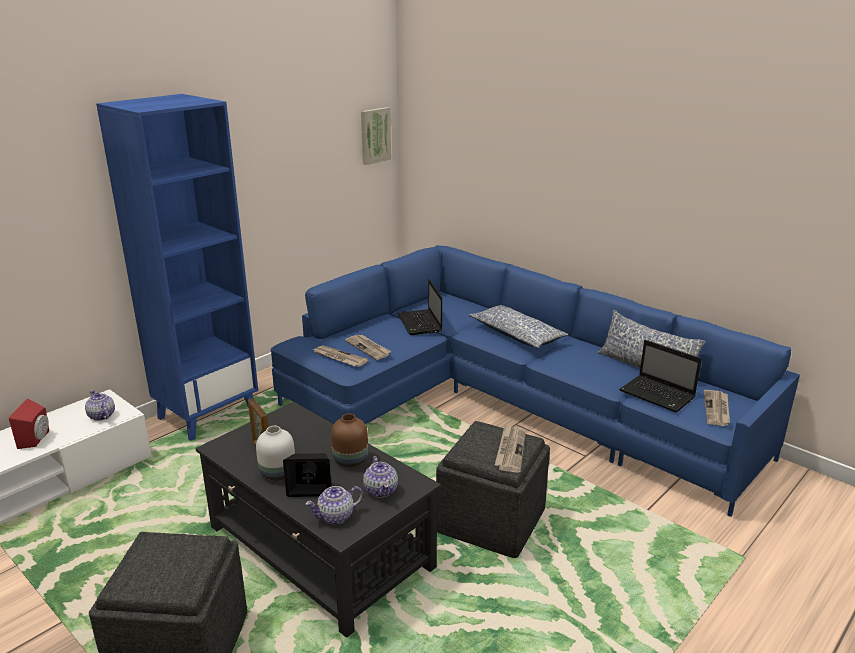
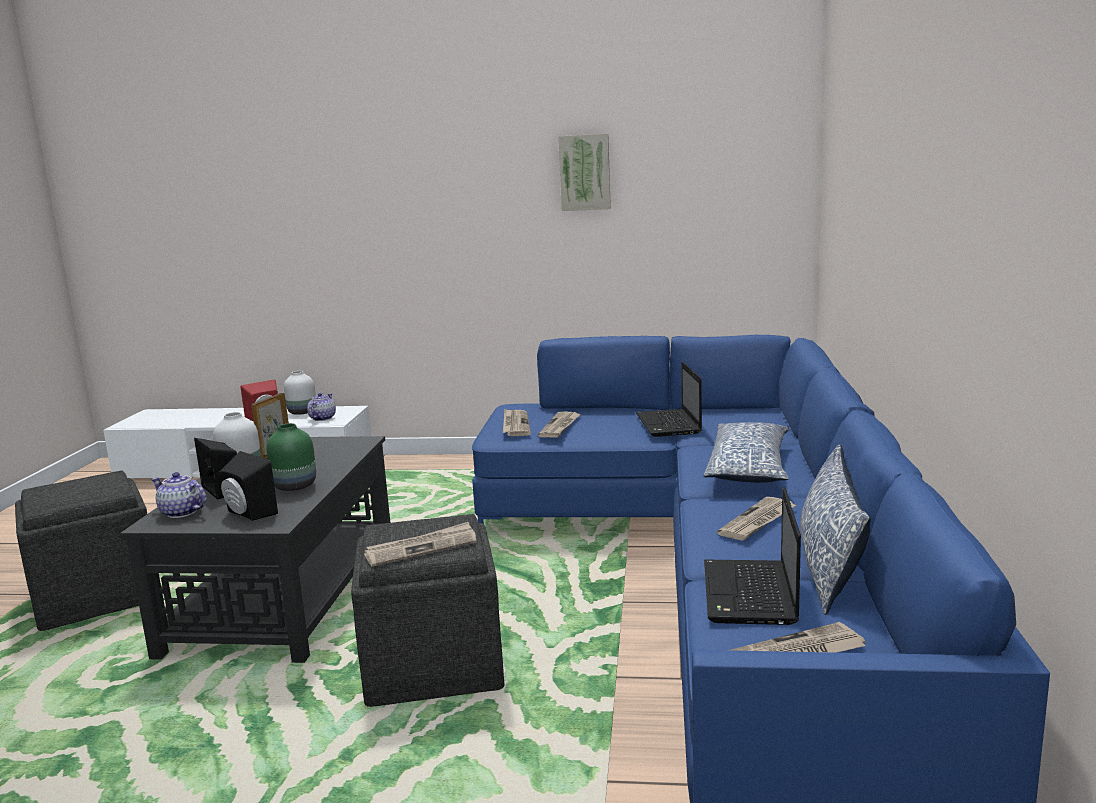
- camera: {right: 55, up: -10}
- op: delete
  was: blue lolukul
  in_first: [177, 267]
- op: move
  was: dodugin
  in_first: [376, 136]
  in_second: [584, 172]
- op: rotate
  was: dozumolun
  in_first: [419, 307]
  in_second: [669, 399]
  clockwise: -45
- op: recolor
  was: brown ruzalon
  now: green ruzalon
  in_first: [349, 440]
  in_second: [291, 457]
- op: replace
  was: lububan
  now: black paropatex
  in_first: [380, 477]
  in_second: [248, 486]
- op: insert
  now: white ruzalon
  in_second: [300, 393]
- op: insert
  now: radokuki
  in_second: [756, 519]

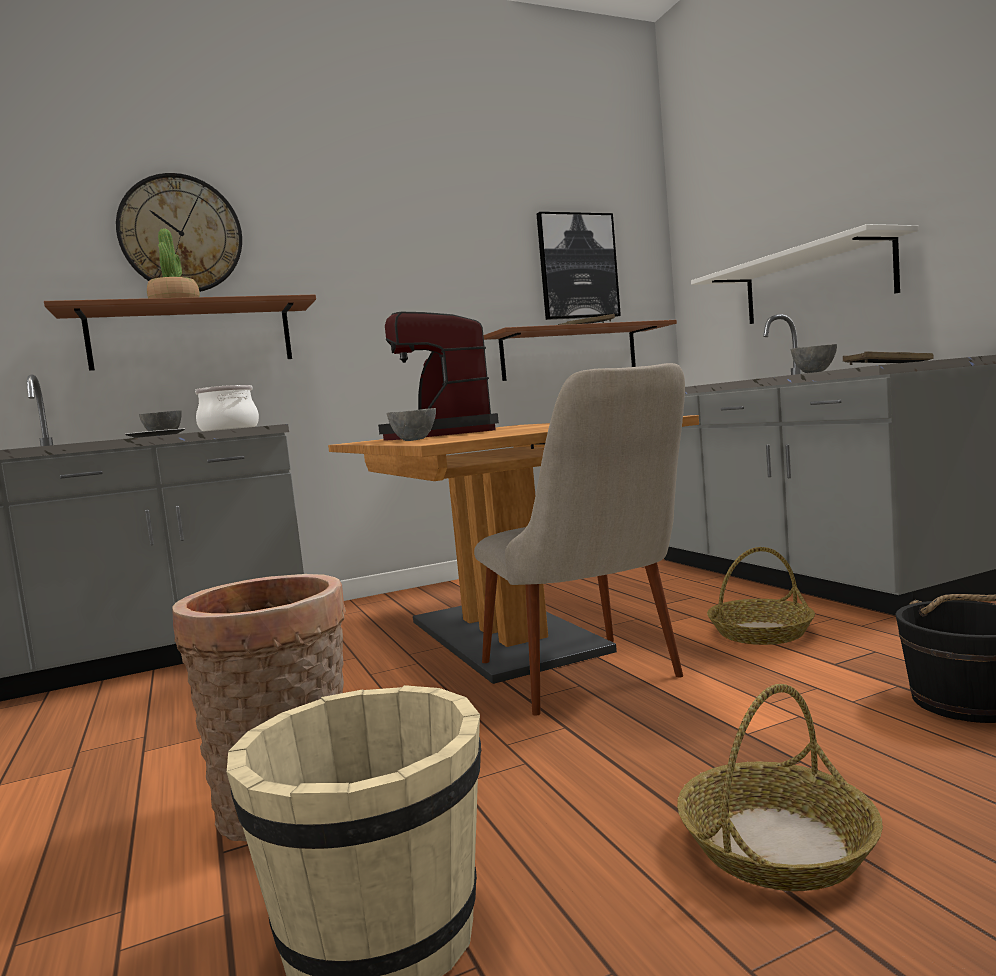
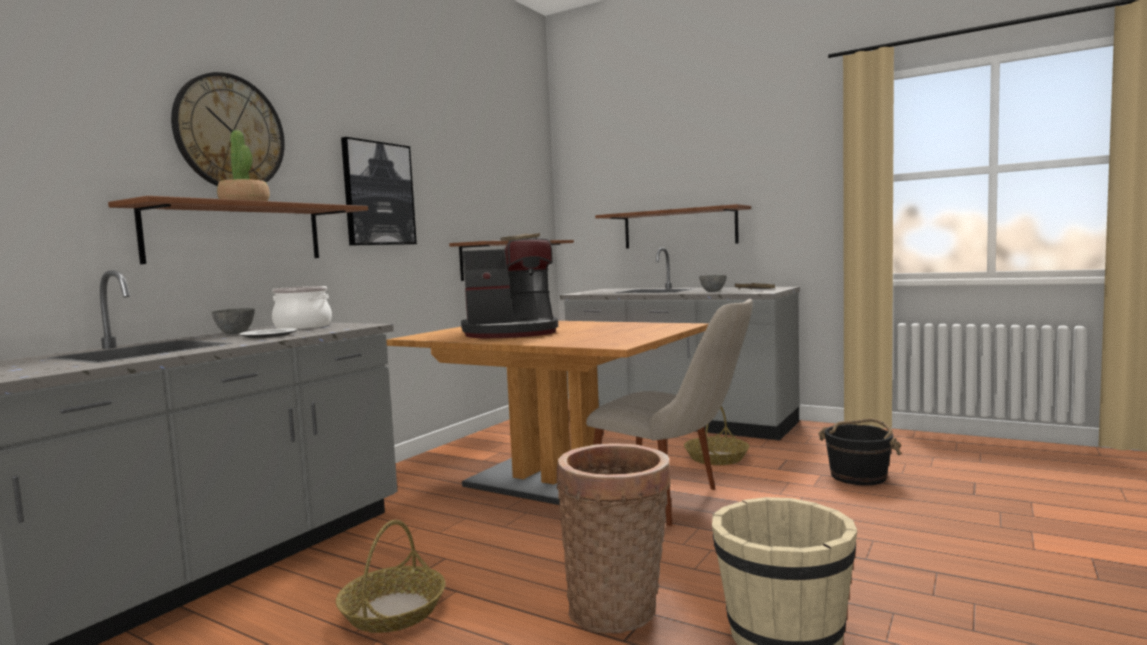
- camera: {right: -35, up: 0}
- op: move
  was: dodugin
  in_first: [579, 266]
  in_second: [379, 191]
- op: recolor
  was: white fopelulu
  now: brown fopelulu
  in_first: [805, 274]
  in_second: [673, 226]
- op: rotate
  was: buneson
  in_first: [438, 376]
  in_second: [509, 288]
  clockwise: -60
- op: delete
  was: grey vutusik
  in_first: [411, 424]
- op: move
  was: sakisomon
  in_first: [780, 787]
  in_second: [391, 576]

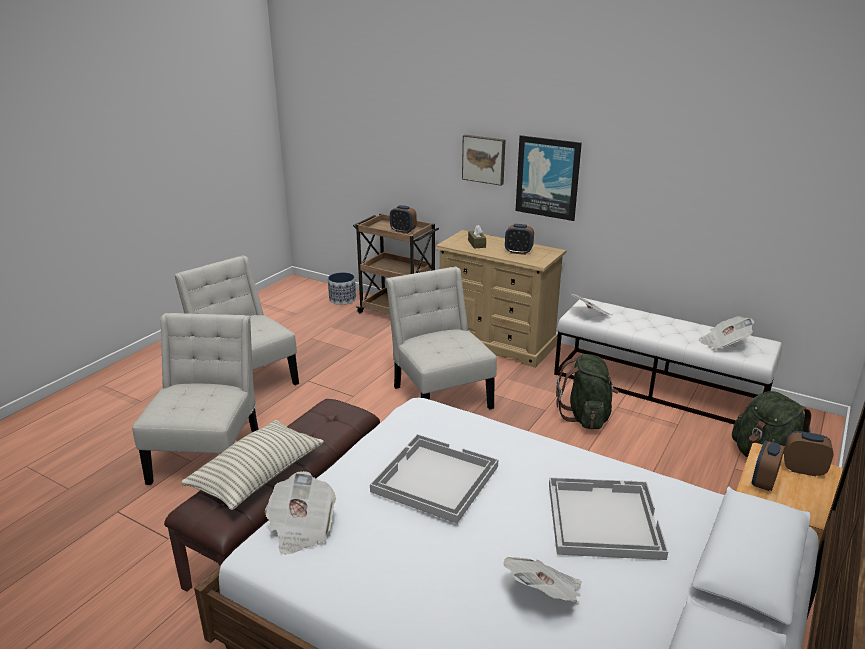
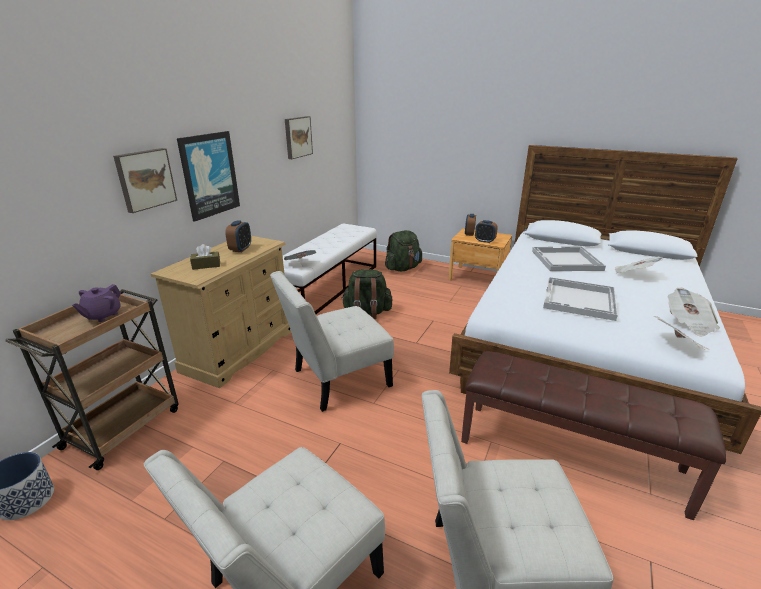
- camera: {right: -95, up: 0}
- op: replace
  was: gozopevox
  now: purple lububan
  in_first: [403, 219]
  in_second: [96, 303]
- op: move
  was: radokuki
  in_first: [727, 333]
  in_second: [694, 312]
- op: delete
  was: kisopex
  in_first: [253, 465]
- op: insert
  now: dodugin
  in_second: [299, 137]

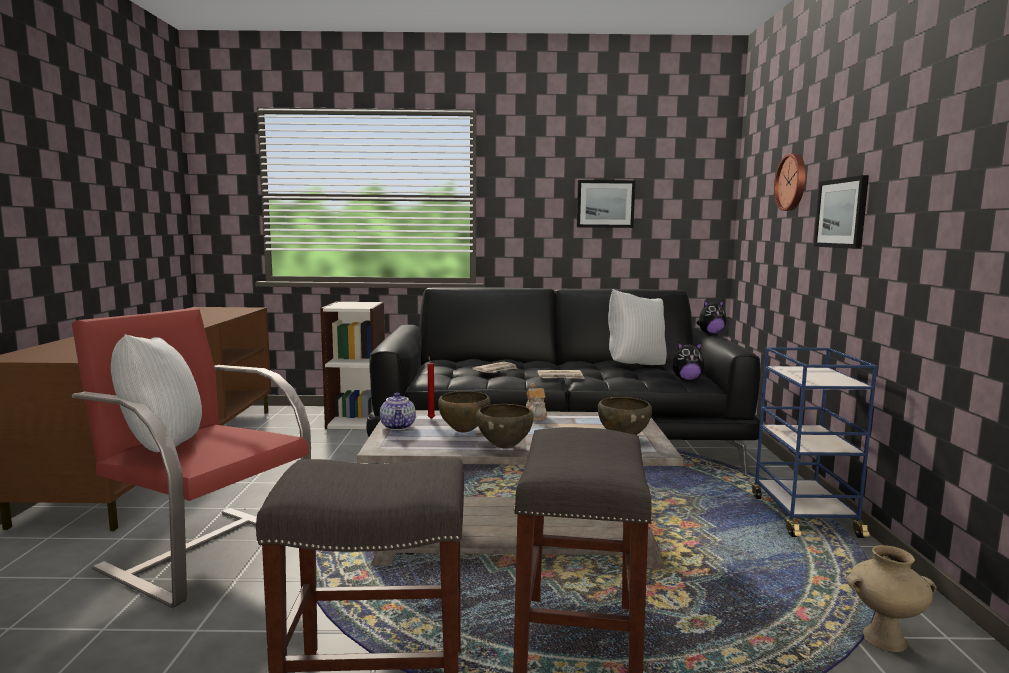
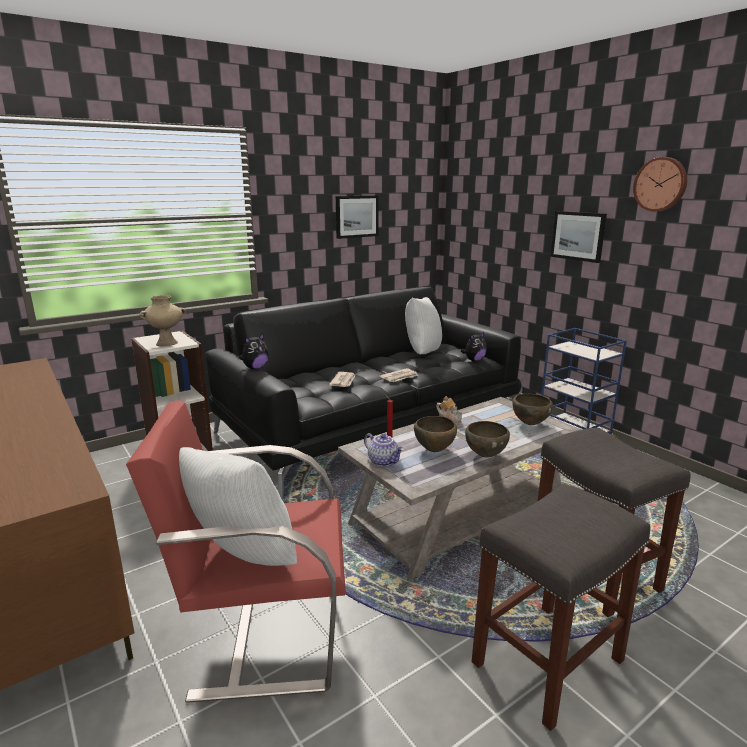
- camera: {right: -35, up: 10}
- op: move
  was: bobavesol
  in_first: [790, 182]
  in_second: [660, 184]
- op: move
  was: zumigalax
  in_first: [711, 317]
  in_second: [254, 352]
- op: move
  was: beige ruzalon
  in_first: [891, 598]
  in_second: [162, 320]

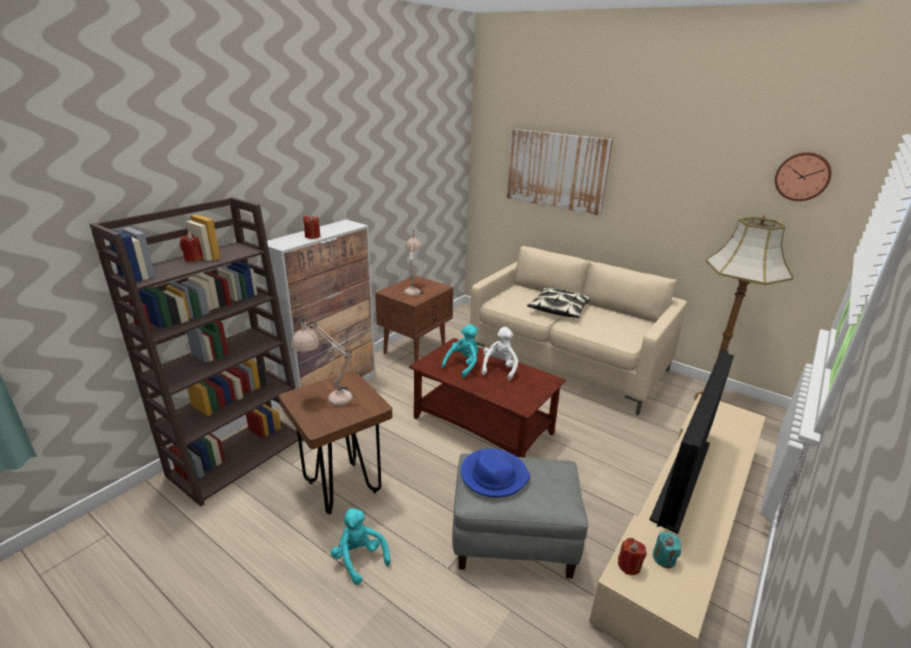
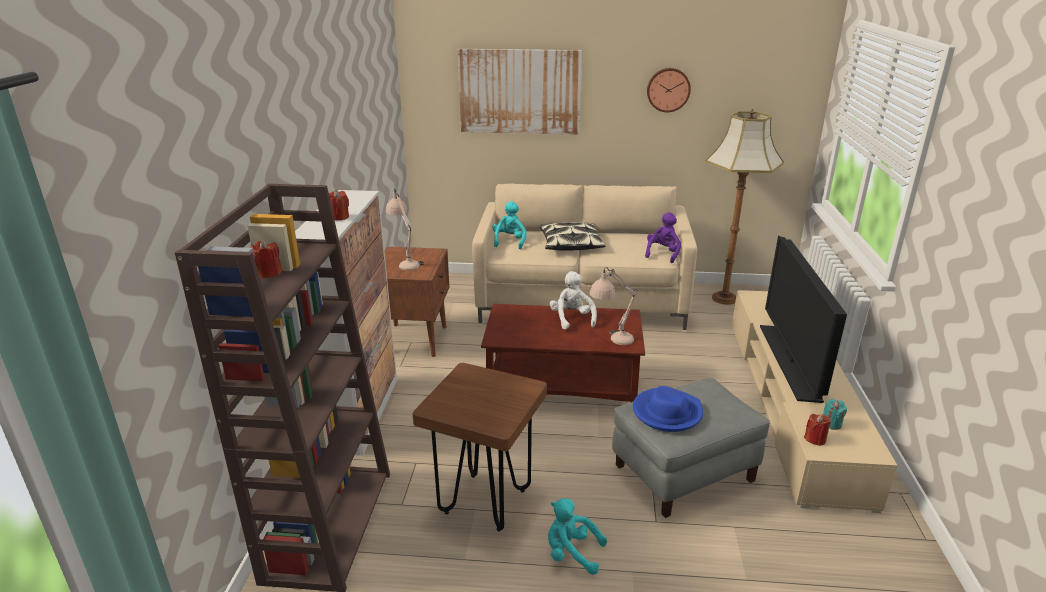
- camera: {right: -30, up: 0}
- op: move
  was: bobavesol
  in_first: [803, 176]
  in_second: [669, 90]
- op: move
  was: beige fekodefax
  in_first: [323, 361]
  in_second: [614, 306]
- op: move
  was: turquoise zumigalax
  in_first: [459, 351]
  in_second: [509, 225]
- op: insert
  now: purple zumigalax
  in_second: [663, 237]

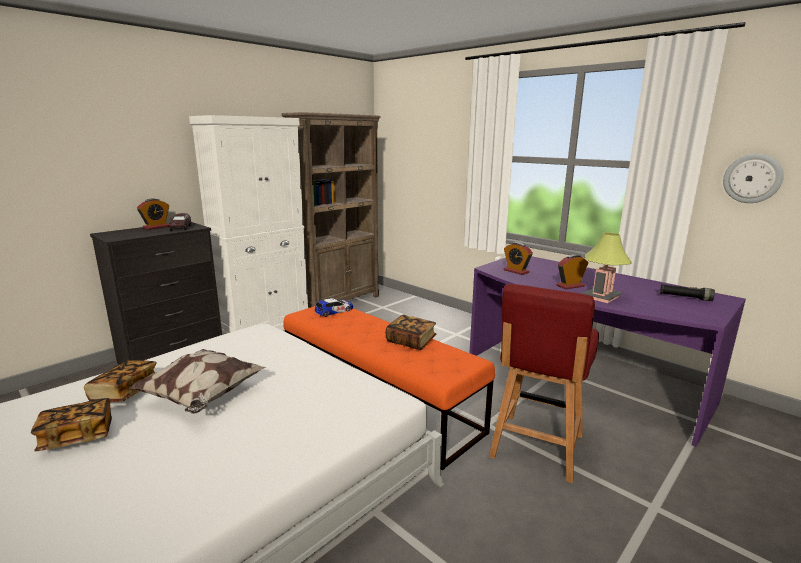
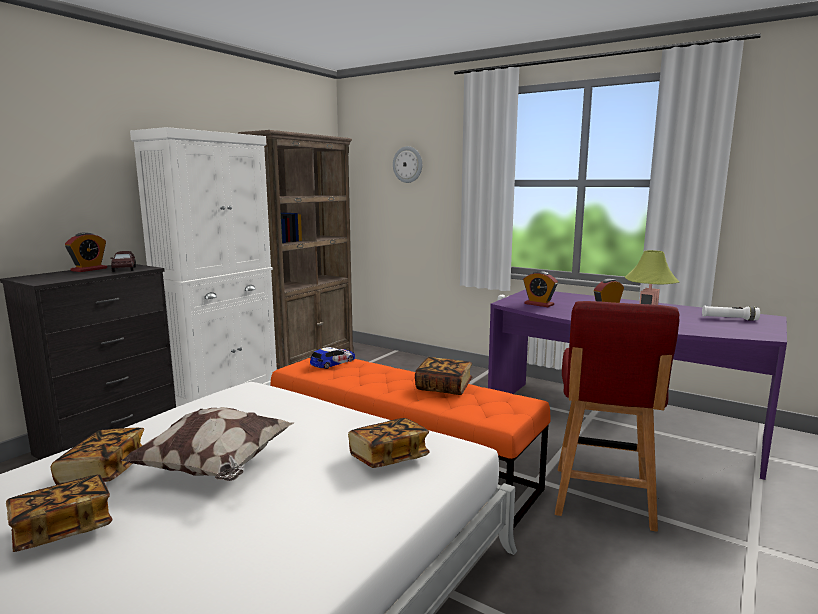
- camera: {right: -10, up: -5}
- op: move
  was: bobavesol
  in_first: [753, 178]
  in_second: [407, 164]
- op: recolor
  was: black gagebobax
  now: white gagebobax
  in_first: [687, 292]
  in_second: [731, 313]
- op: insert
  now: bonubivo
  in_second: [389, 443]

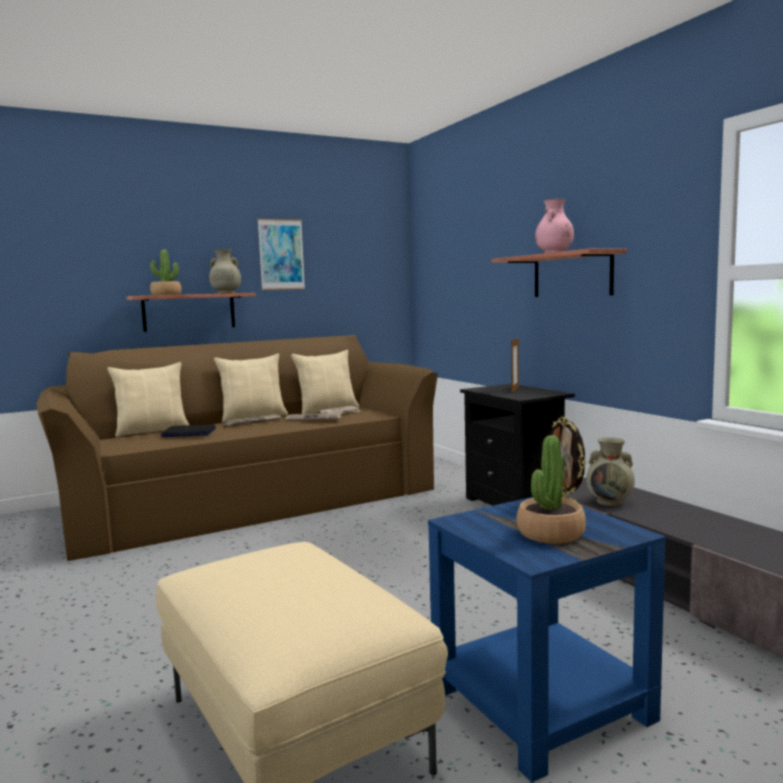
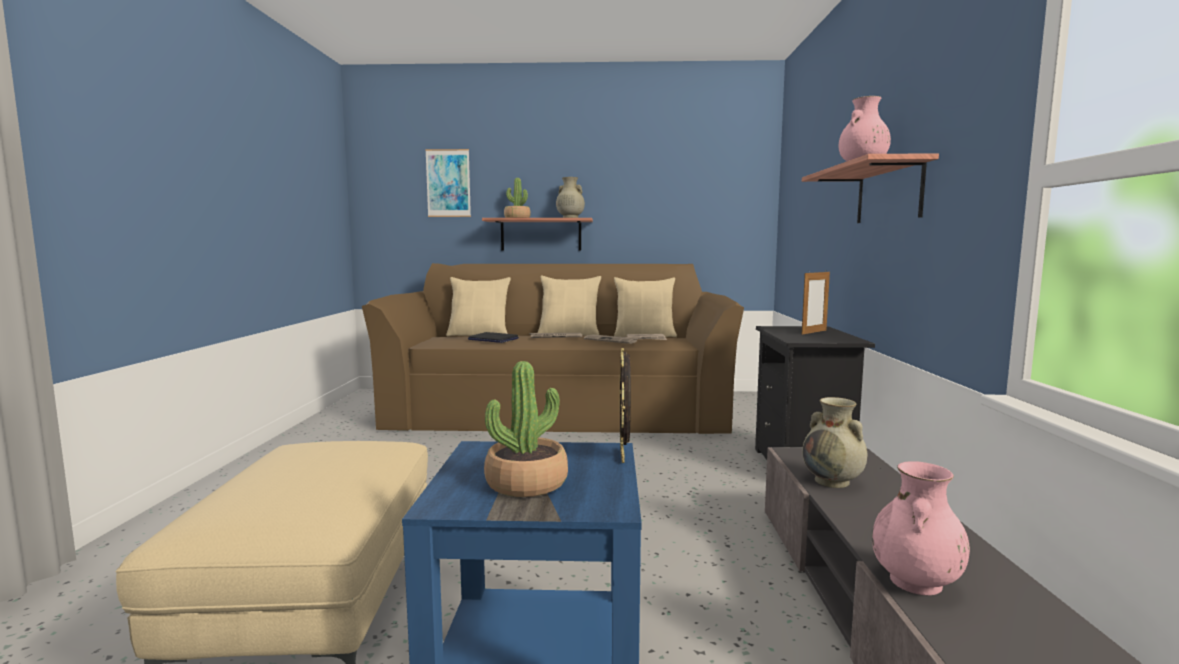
- camera: {right: 30, up: 0}
- op: move
  was: dodugin
  in_first: [281, 254]
  in_second: [448, 183]
- op: insert
  now: pink ruzalon
  in_second: [921, 528]

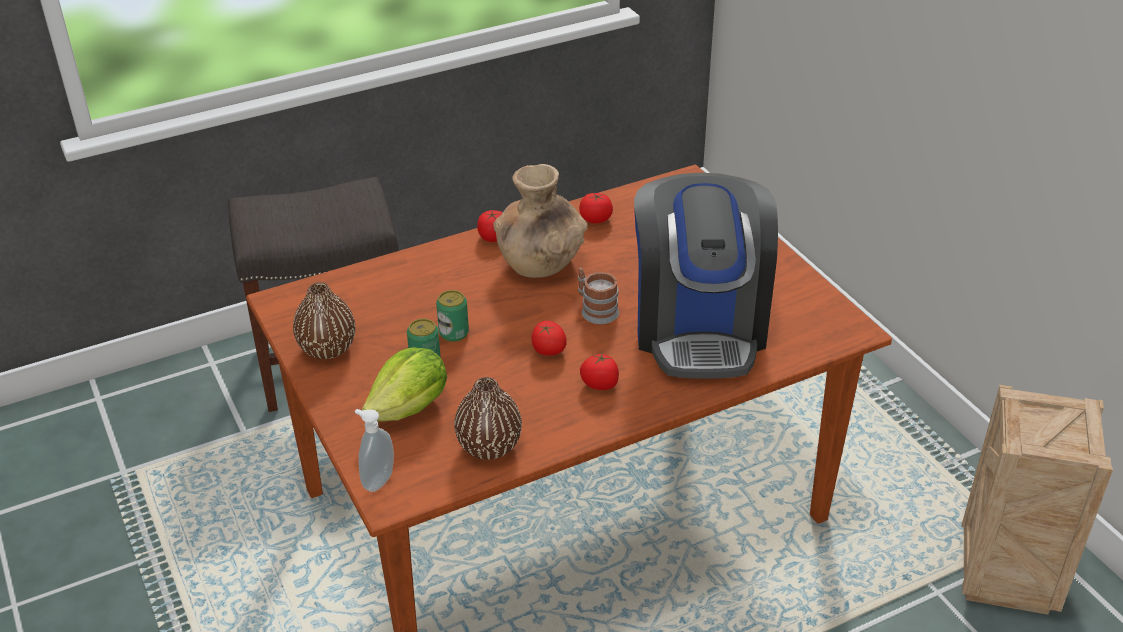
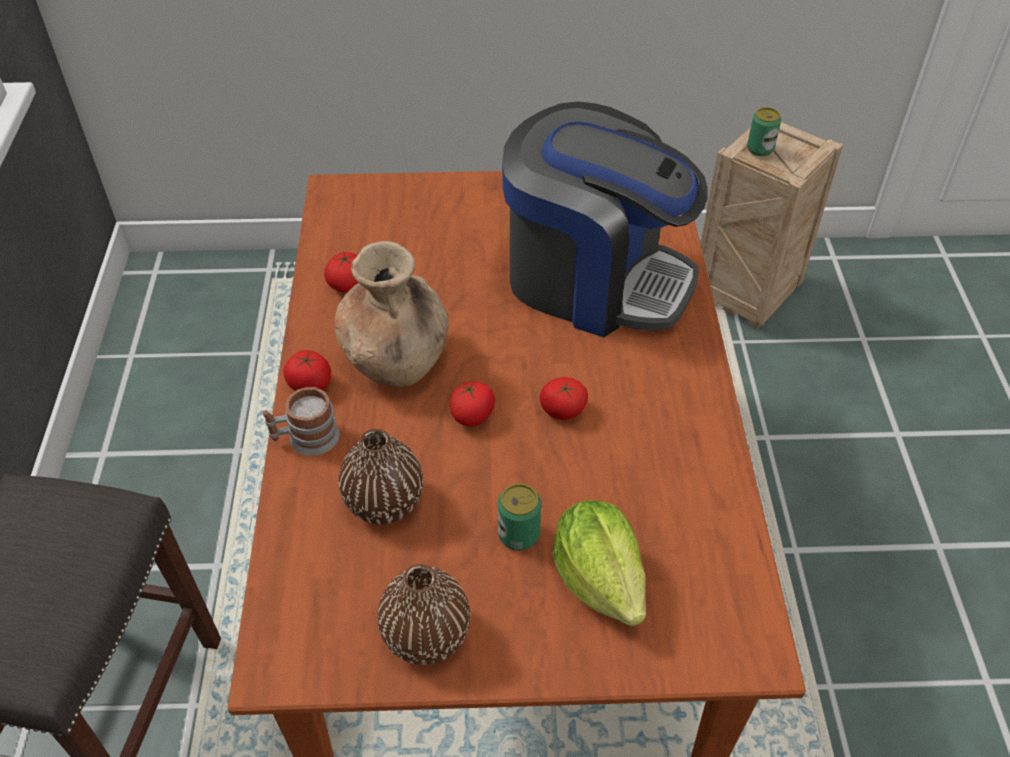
- camera: {right: -65, up: 10}
- op: move
  was: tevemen
  in_first: [598, 296]
  in_second: [301, 421]
- op: move
  was: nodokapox
  in_first: [452, 316]
  in_second: [764, 131]
- op: move
  was: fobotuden
  in_first: [599, 371]
  in_second: [472, 403]
- op: move
  was: brown ruzalon
  in_first: [488, 418]
  in_second: [381, 476]
- op: delete
  was: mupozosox
  in_first: [374, 450]

